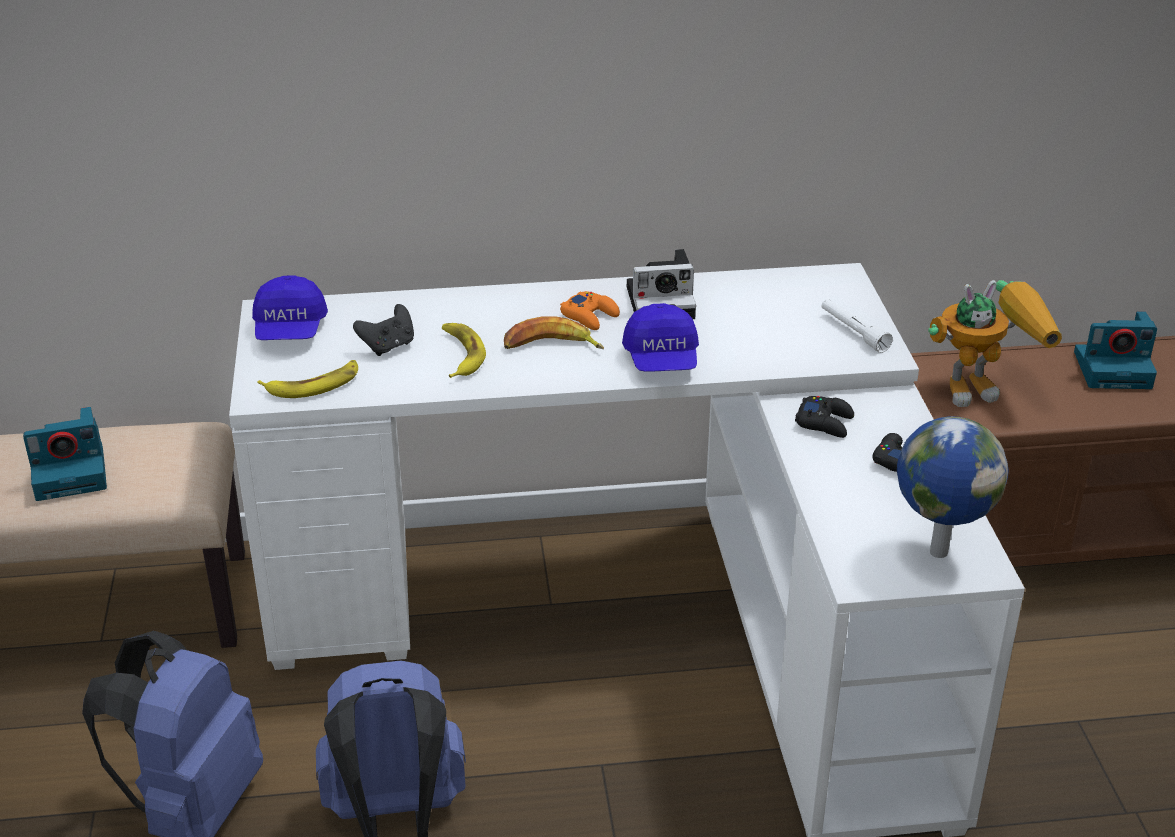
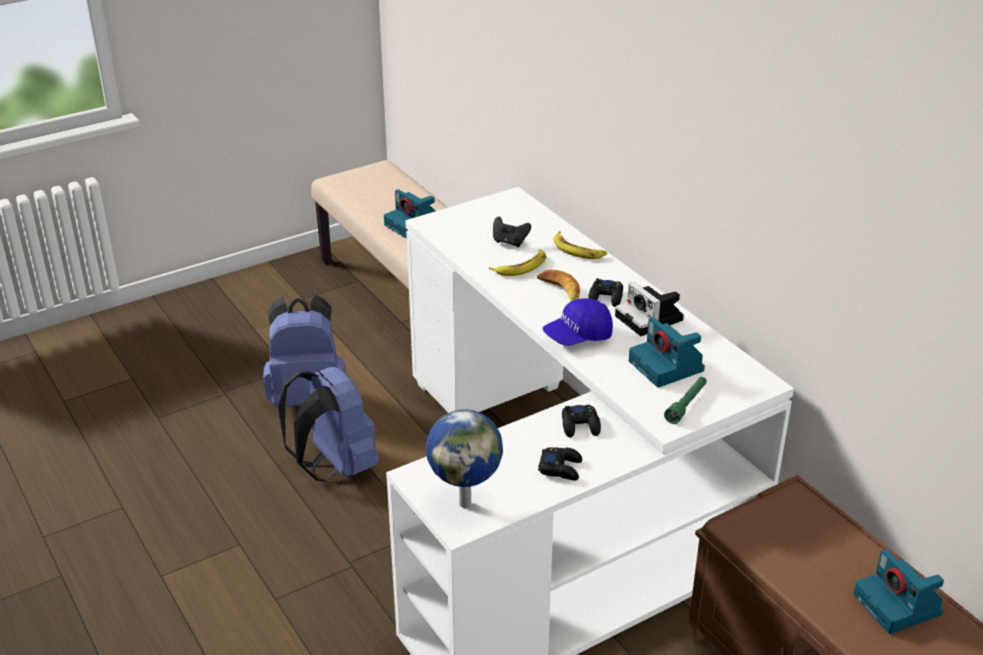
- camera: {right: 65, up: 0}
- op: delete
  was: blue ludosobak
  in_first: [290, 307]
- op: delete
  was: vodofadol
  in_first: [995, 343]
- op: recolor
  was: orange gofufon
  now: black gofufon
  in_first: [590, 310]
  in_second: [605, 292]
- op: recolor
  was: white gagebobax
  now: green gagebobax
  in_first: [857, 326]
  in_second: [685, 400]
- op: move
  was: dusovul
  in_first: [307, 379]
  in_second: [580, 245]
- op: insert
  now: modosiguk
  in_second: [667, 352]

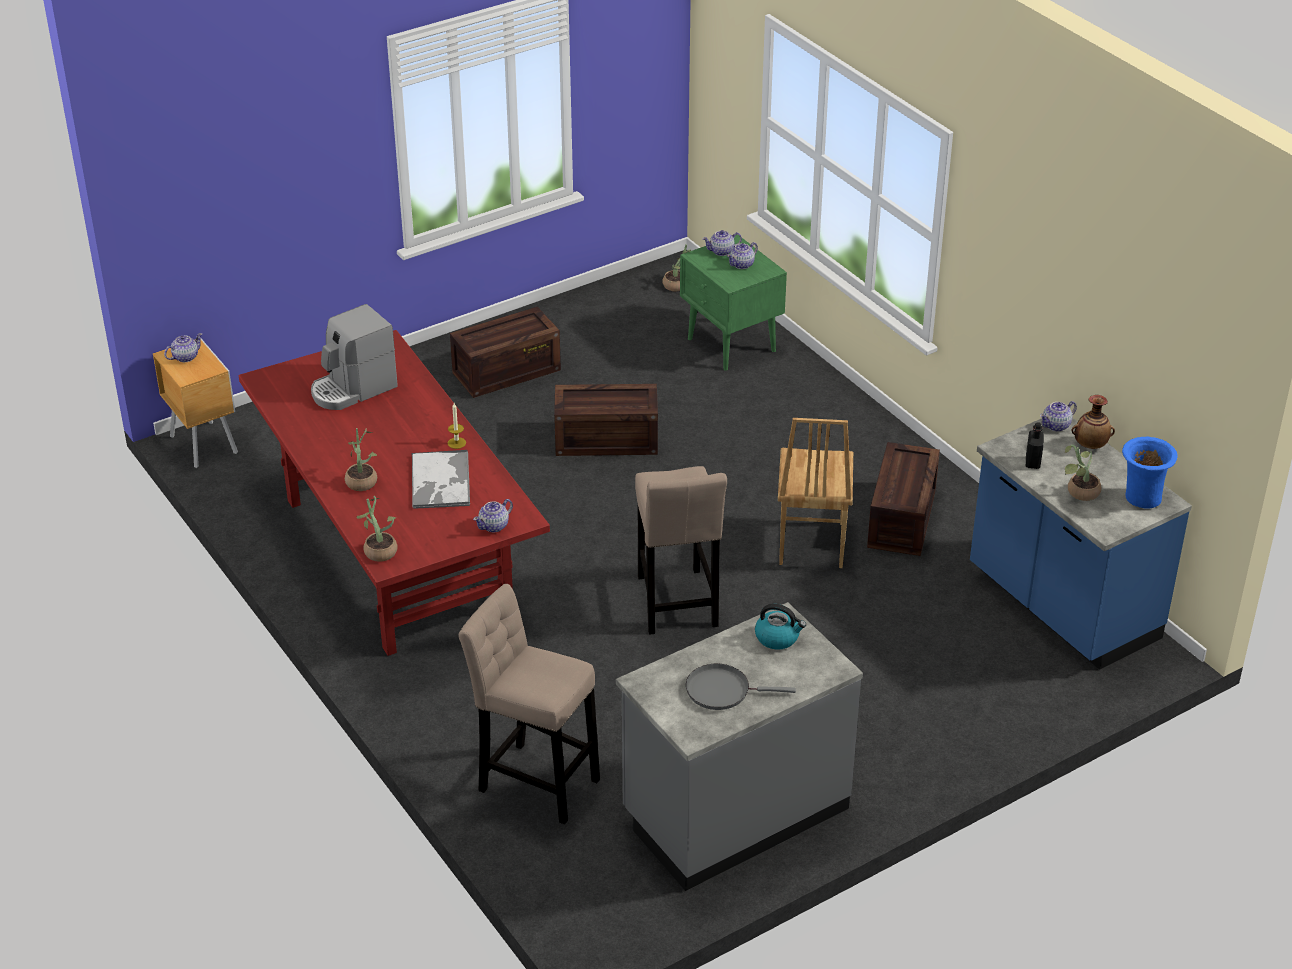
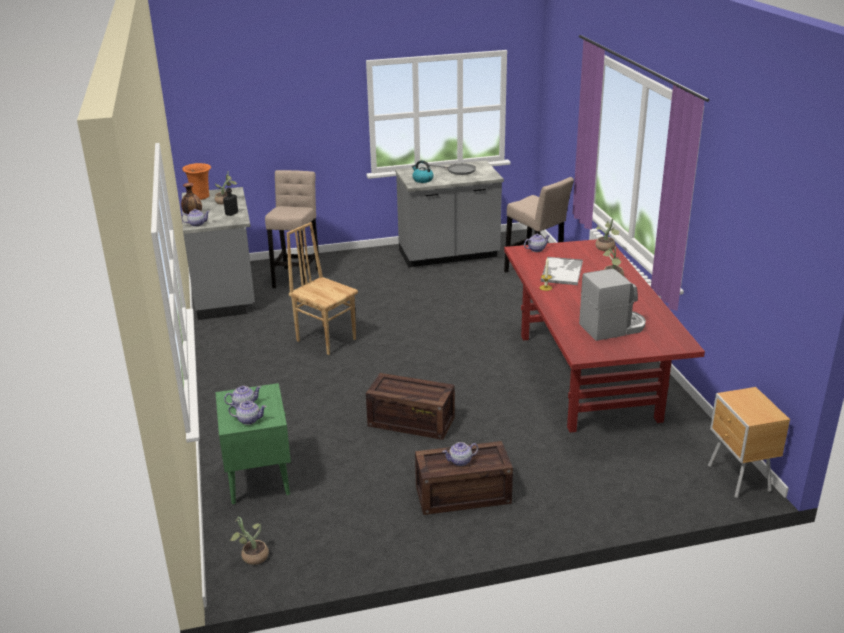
- camera: {right: -160, up: -10}
- op: move
  was: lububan
  in_first: [183, 347]
  in_second: [460, 454]
- op: rotate
  was: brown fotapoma
  in_first: [815, 493]
  in_second: [322, 288]
  clockwise: -75
- op: recolor
  was: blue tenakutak
  now: grey tenakutak
  in_first: [1081, 544]
  in_second: [218, 253]
- op: recolor
  was: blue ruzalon
  now: orange ruzalon
  in_first: [1150, 472]
  in_second: [196, 181]
- op: delete
  was: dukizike
  in_first: [903, 499]
- op: move
  was: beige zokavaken
  in_first: [681, 550]
  in_second: [292, 229]

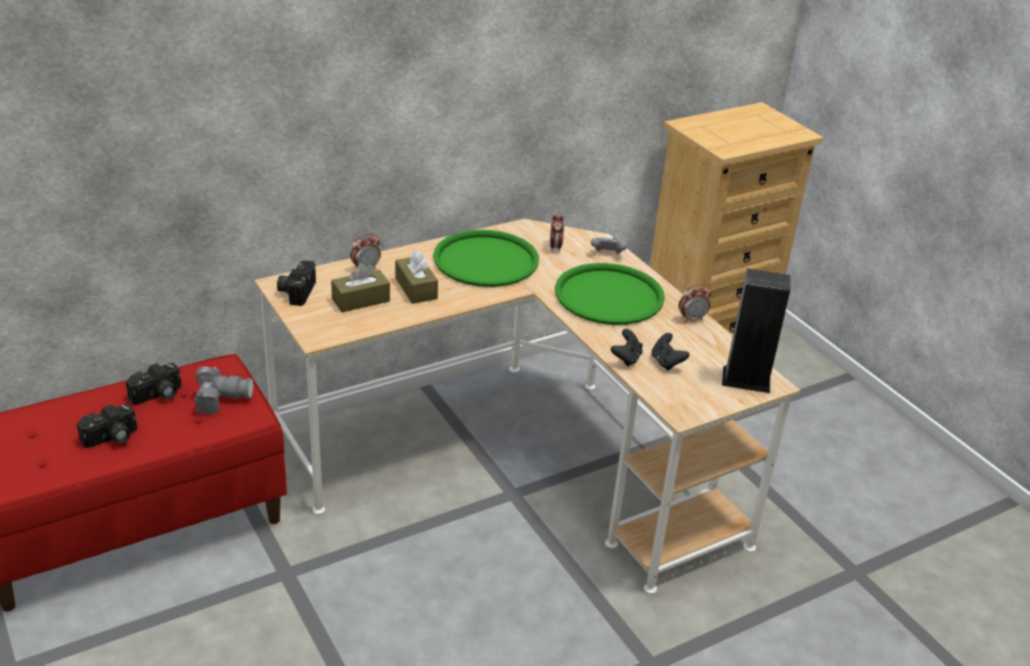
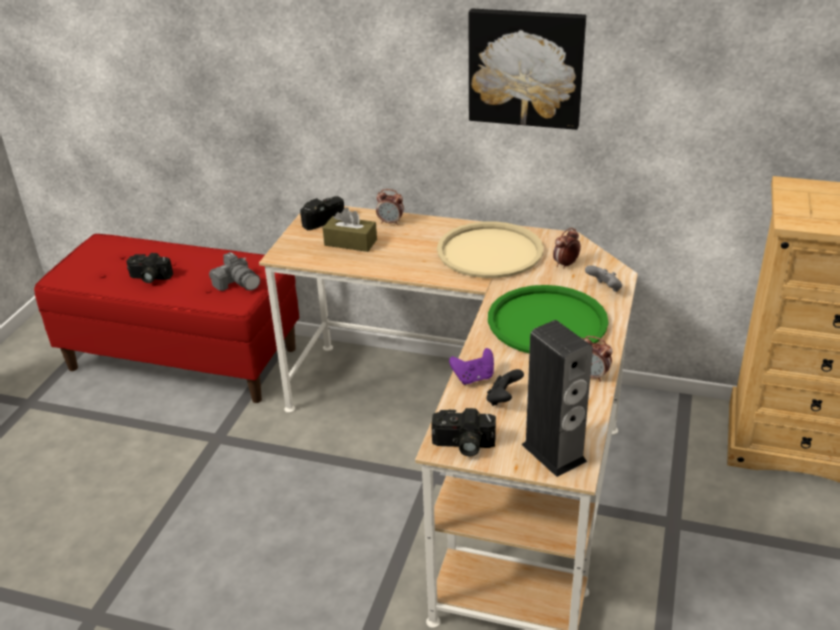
- camera: {right: 50, up: 0}
- op: recolor
  was: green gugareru
  now: beige gugareru
  in_first: [486, 258]
  in_second: [490, 249]
- op: delete
  was: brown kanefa
  in_first: [416, 277]
- op: recolor
  was: black gofufon
  now: purple gofufon
  in_first: [627, 348]
  in_second: [471, 366]
- op: move
  was: modosiguk
  in_first: [153, 384]
  in_second: [463, 432]
- op: insert
  now: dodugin
  in_second: [527, 69]

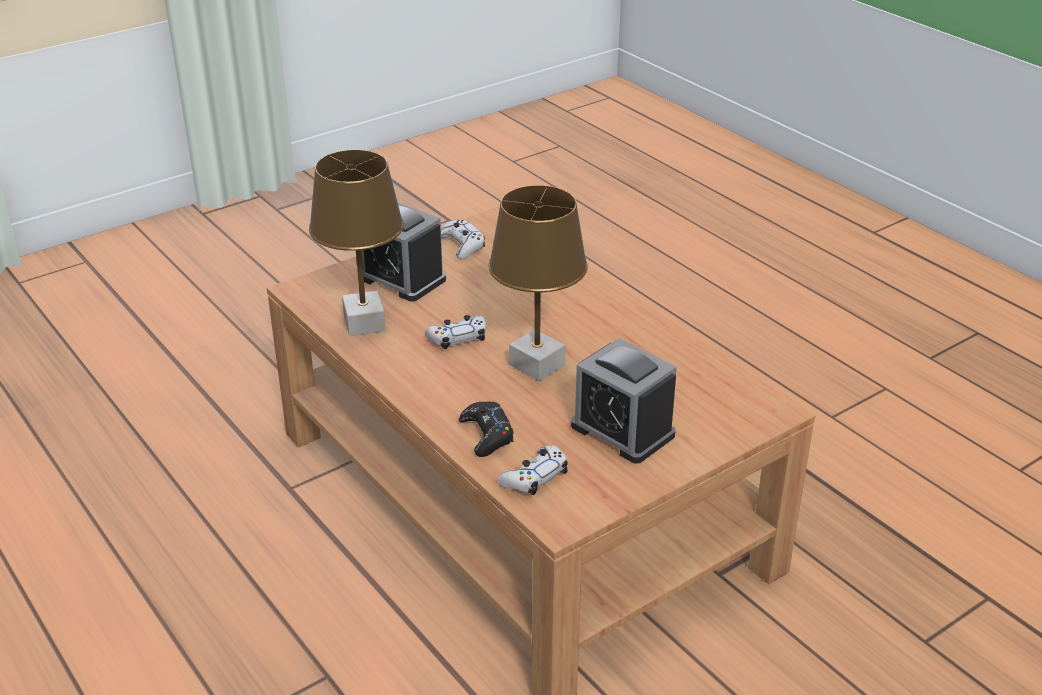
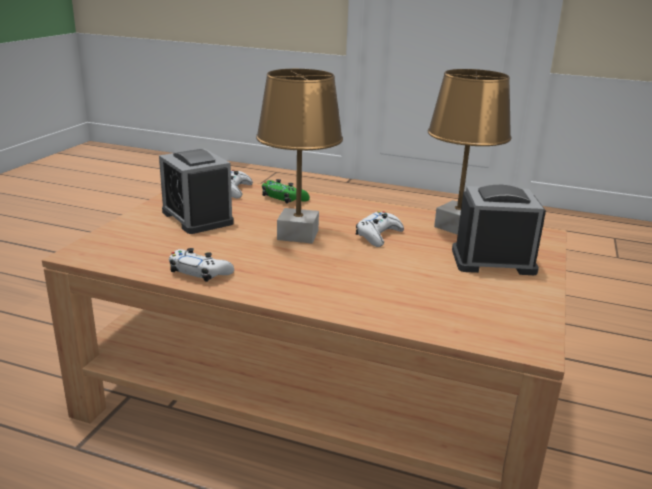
- camera: {right: 145, up: -10}
- op: move
  was: white gofufon
  in_first: [463, 240]
  in_second: [201, 265]
- op: rotate
  was: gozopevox
  in_first: [624, 401]
  in_second: [196, 191]
  clockwise: -135
- op: recolor
  was: black gofufon
  now: green gofufon
  in_first: [486, 429]
  in_second: [286, 191]

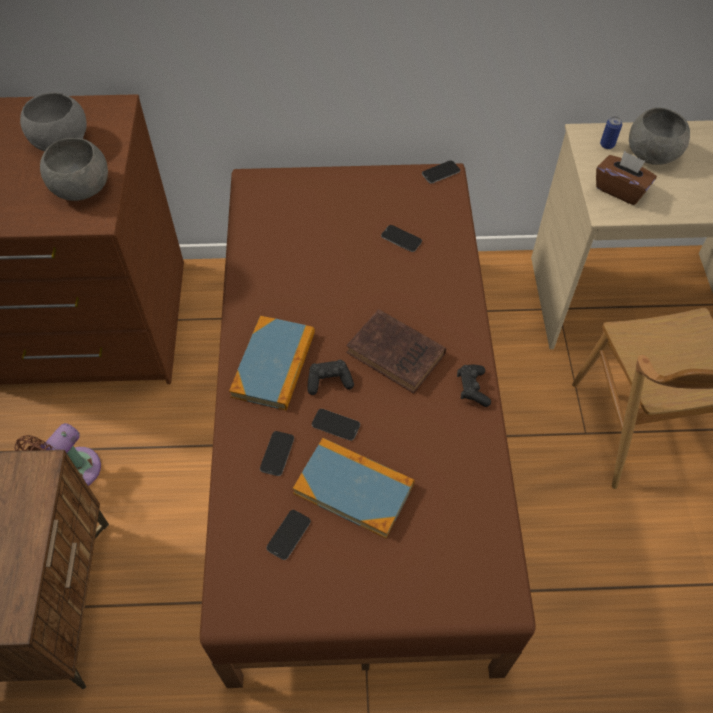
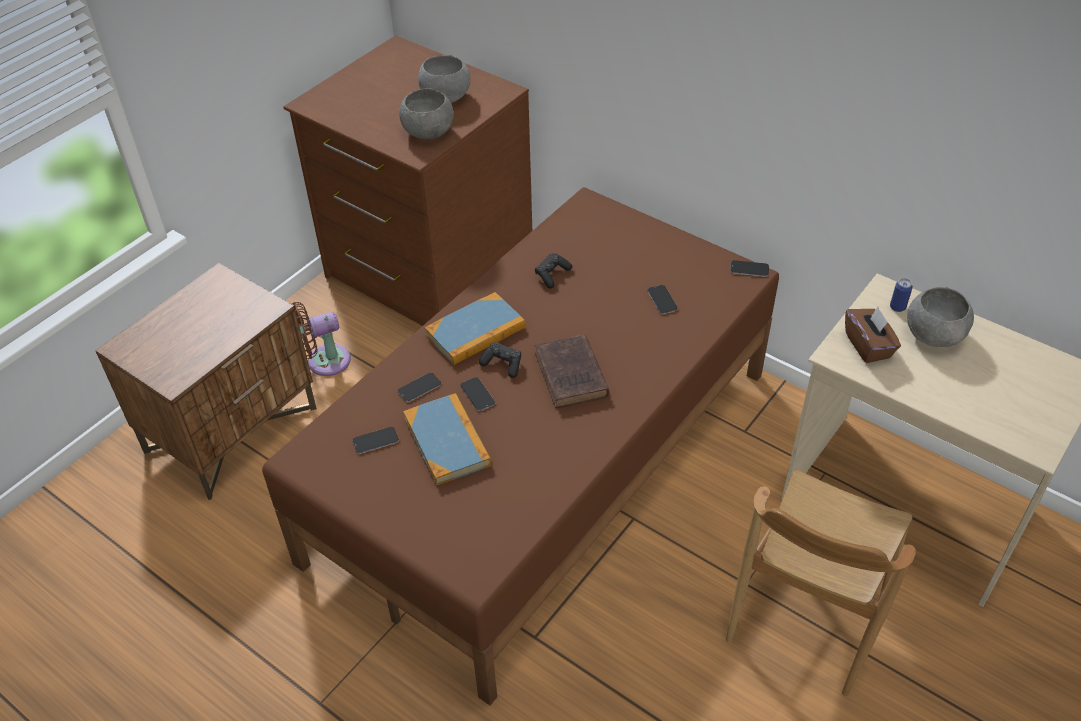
- camera: {right: 40, up: -10}
- op: move
  was: black gofufon
  in_first: [474, 385]
  in_second: [553, 270]

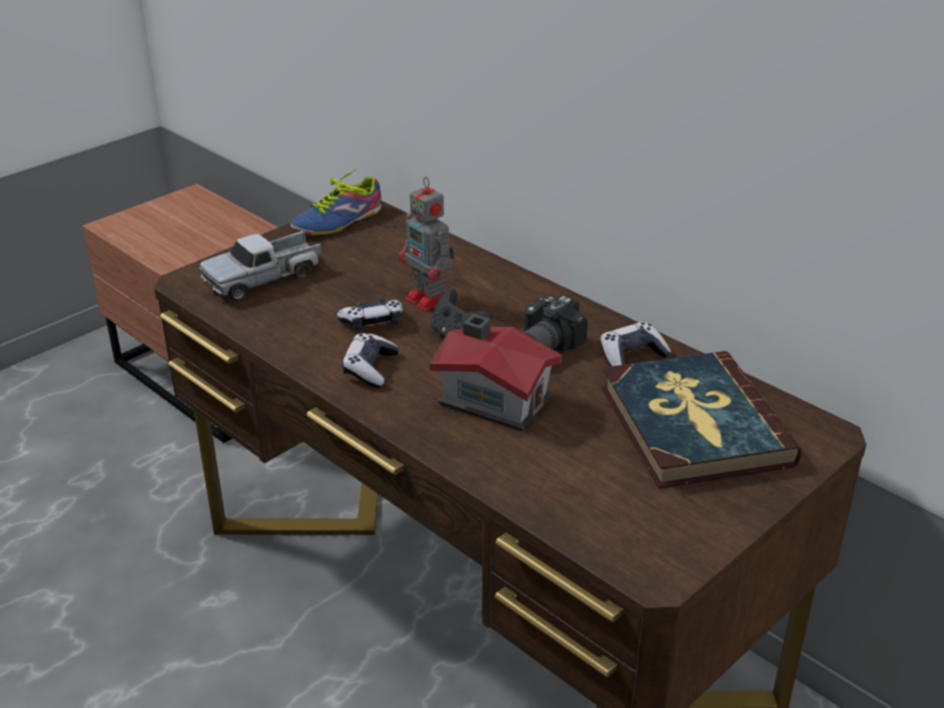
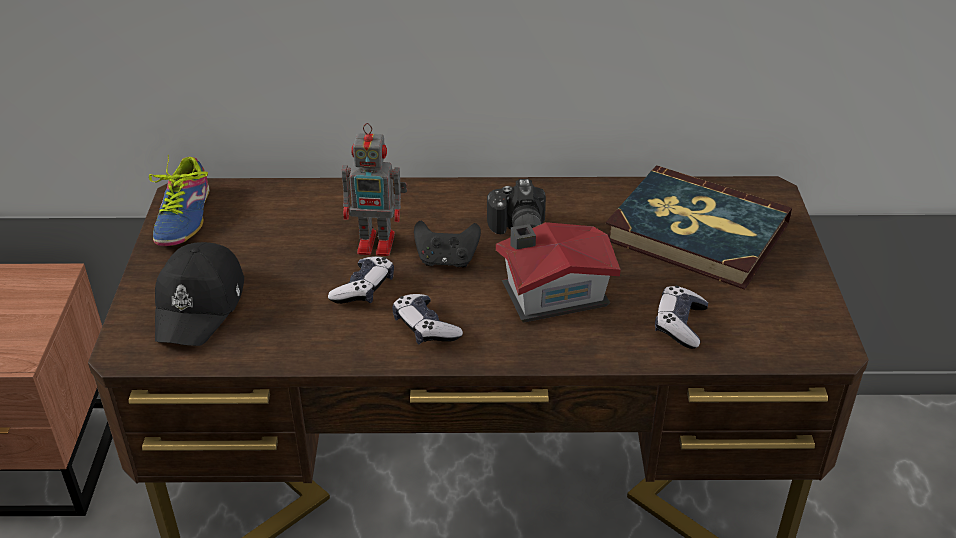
- camera: {right: -45, up: 5}
- op: replace
  was: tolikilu
  now: black ludosobak
  in_first: [260, 266]
  in_second: [199, 294]
- op: move
  was: gofufon
  in_first: [635, 344]
  in_second: [681, 317]

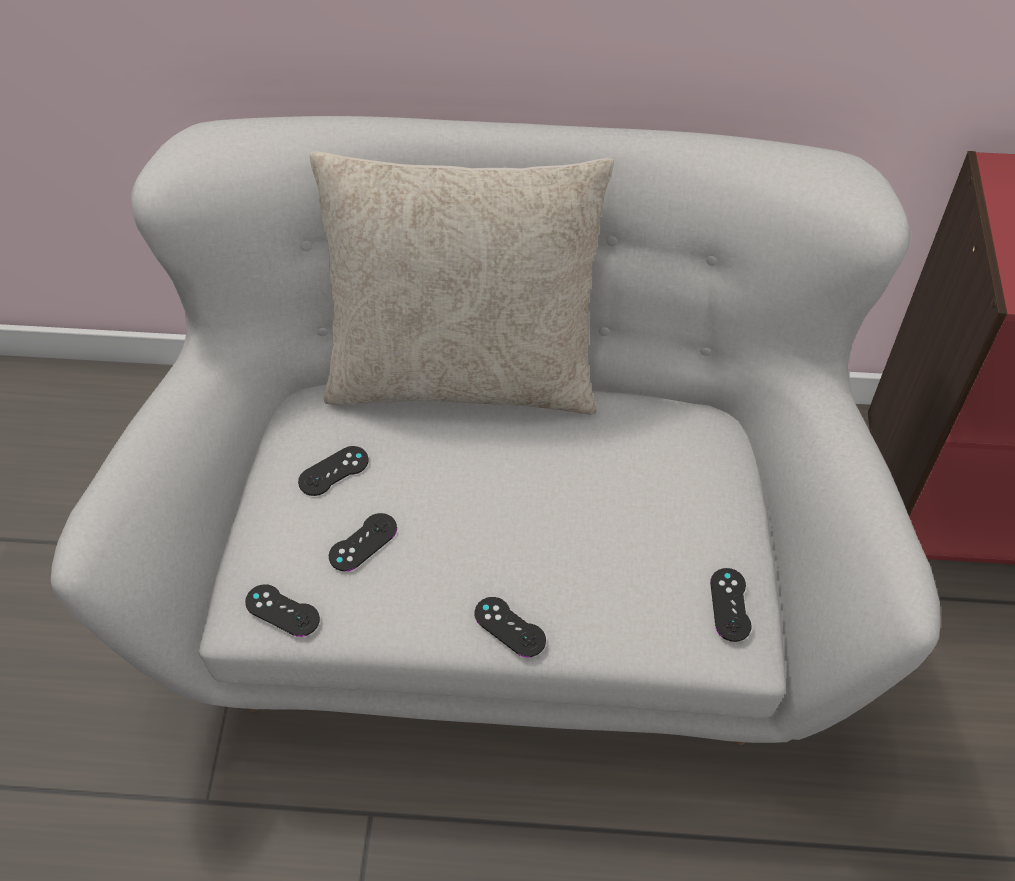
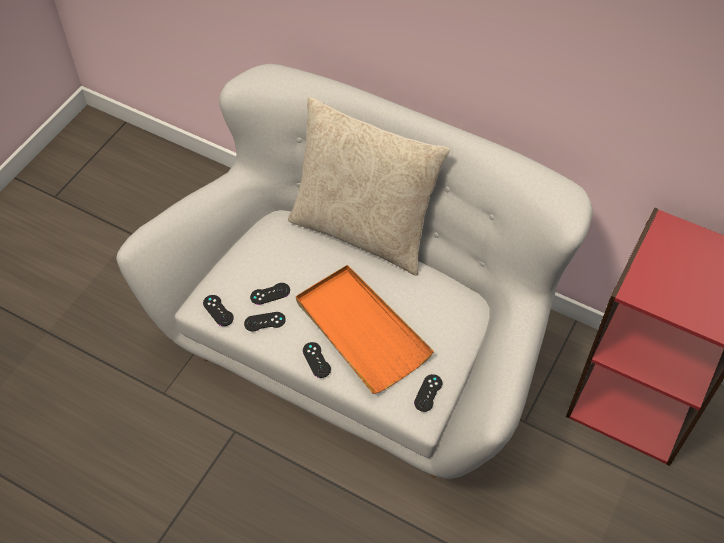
- camera: {right: 25, up: 0}
- op: move
  was: black gofufon
  in_first: [333, 471]
  in_second: [265, 322]
- op: insert
  now: orange gugareru
  in_second: [365, 329]

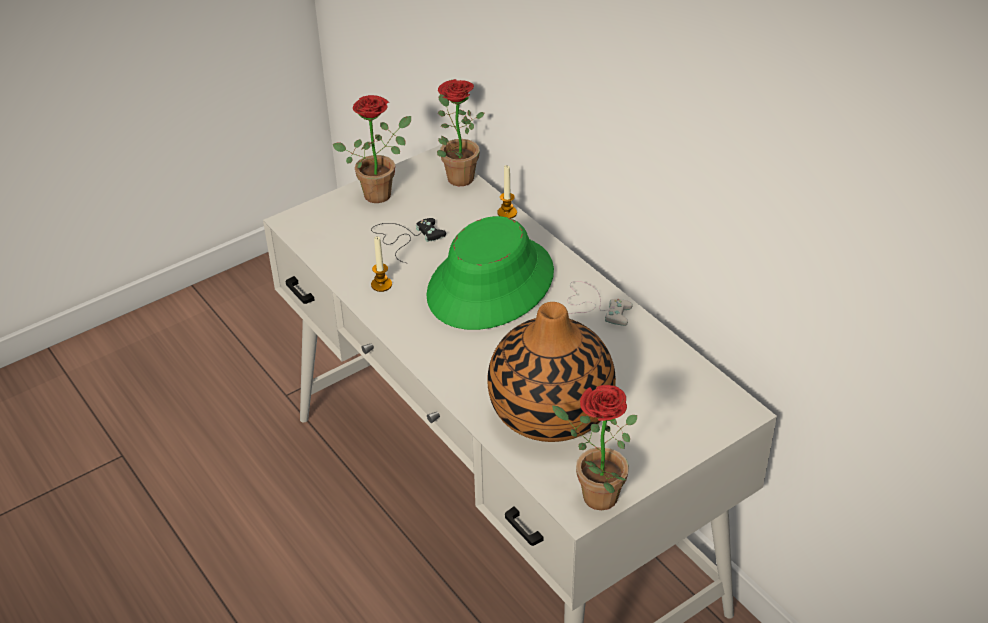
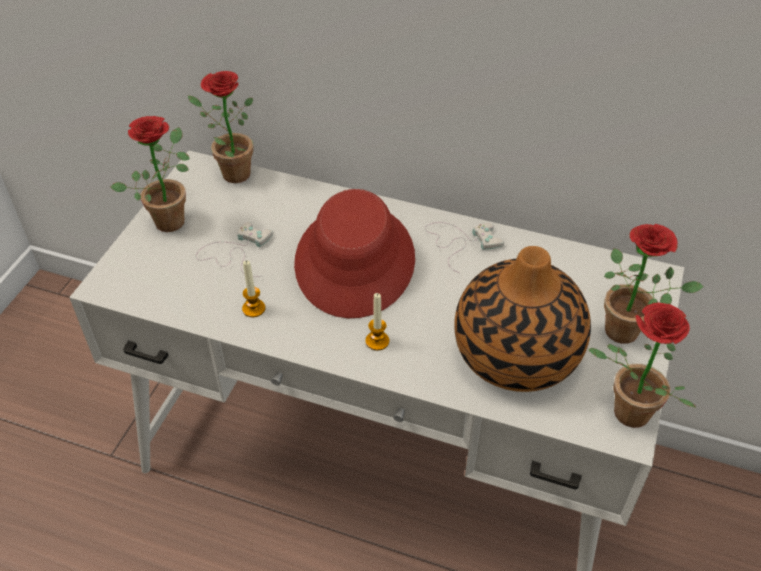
- camera: {right: -35, up: 5}
- op: move
  was: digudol
  in_first: [507, 192]
  in_second: [377, 322]
- op: recolor
  was: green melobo
  now: red melobo
  in_first: [490, 273]
  in_second: [354, 253]
- op: recolor
  was: black gofufon
  now: white gofufon
  in_first: [408, 241]
  in_second: [234, 249]
- op: insert
  now: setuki
  in_second: [654, 284]

